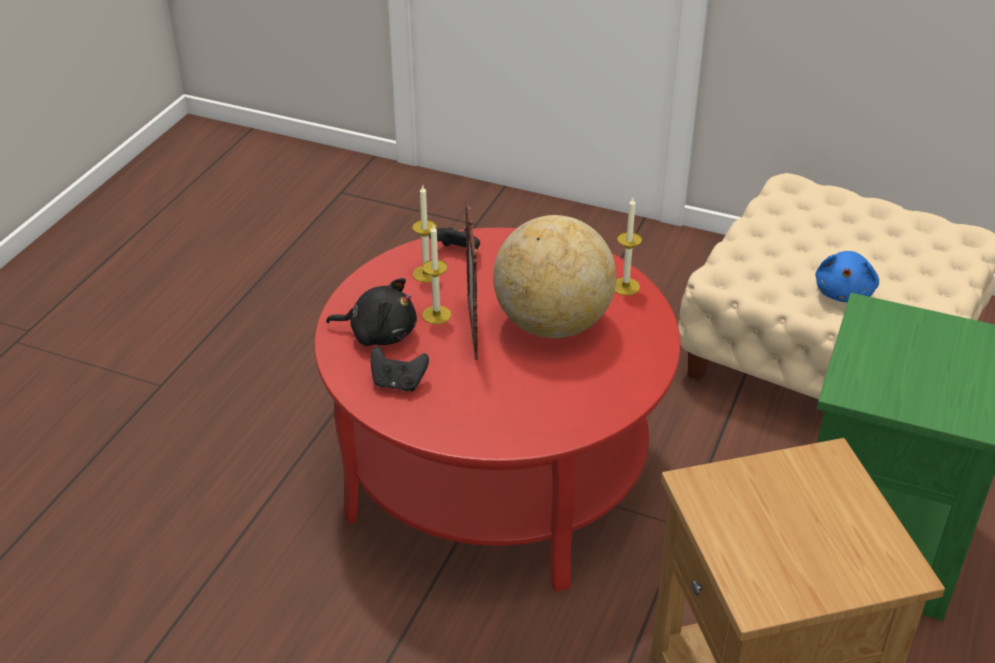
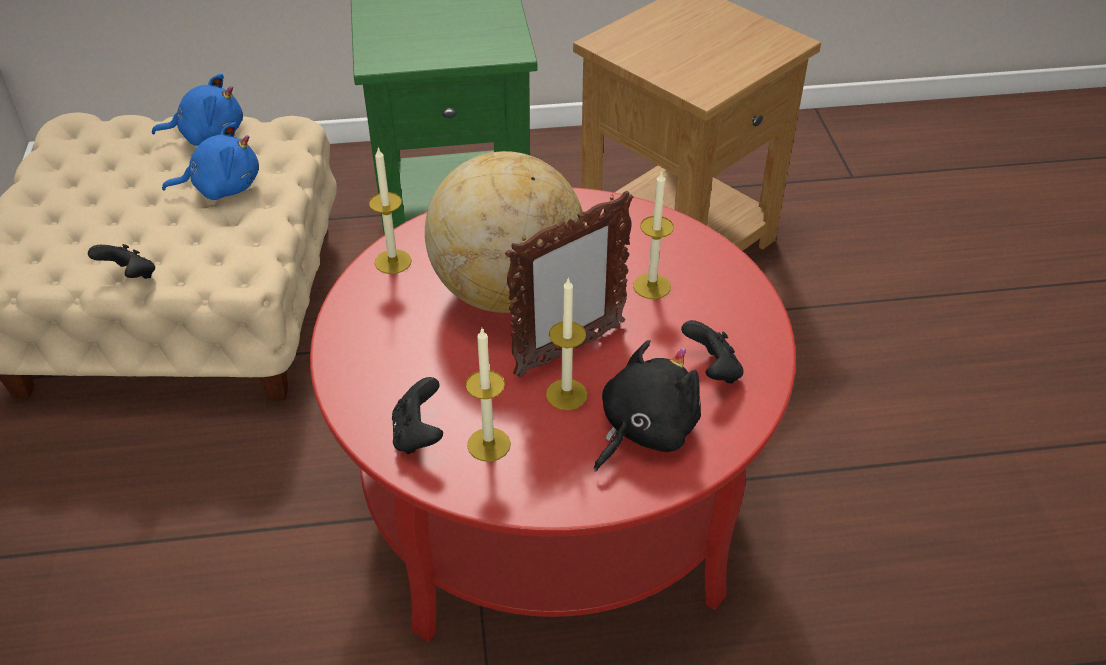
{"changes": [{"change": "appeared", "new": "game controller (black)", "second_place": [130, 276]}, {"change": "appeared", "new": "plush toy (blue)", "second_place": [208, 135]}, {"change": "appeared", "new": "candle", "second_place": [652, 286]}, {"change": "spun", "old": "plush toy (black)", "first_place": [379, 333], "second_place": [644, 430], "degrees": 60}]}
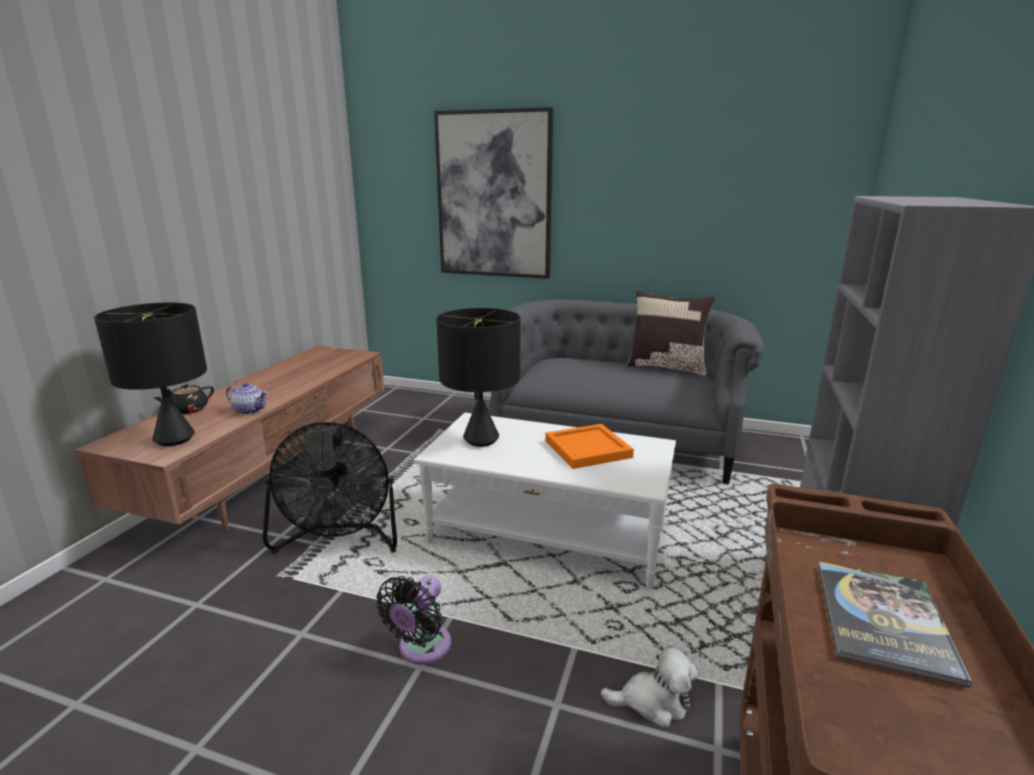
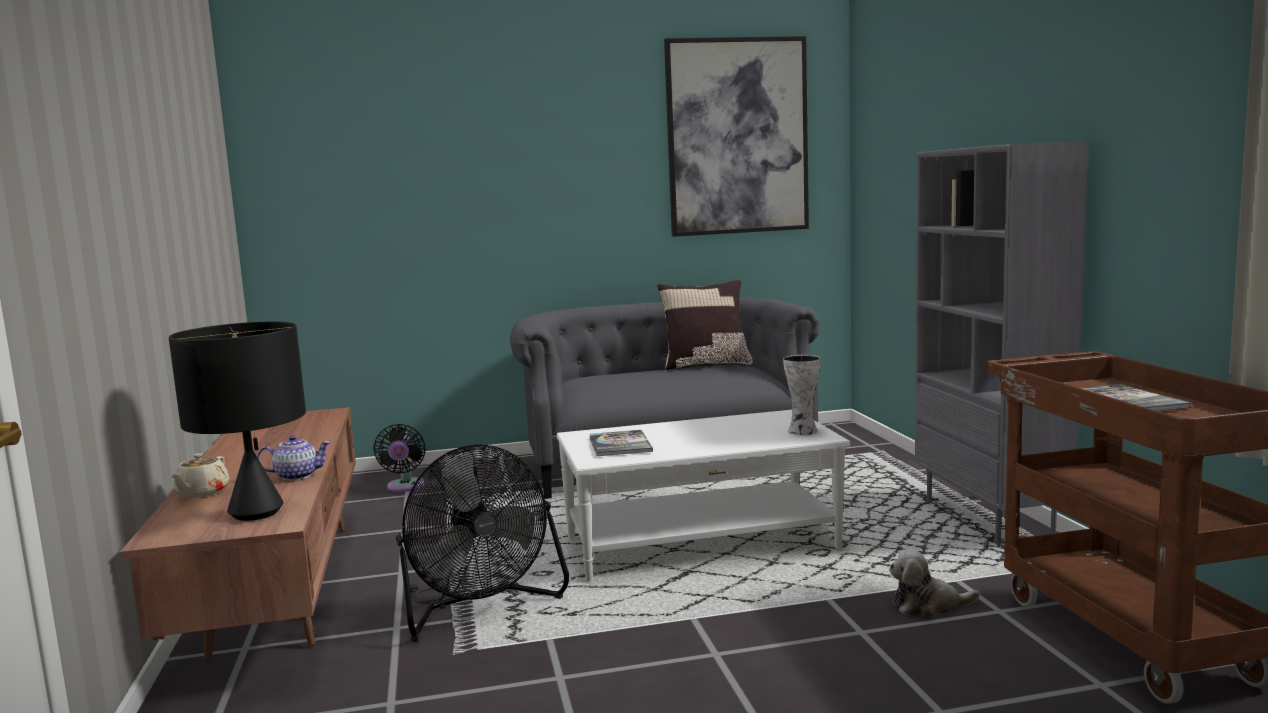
{"changes": [{"change": "missing", "old": "tray (orange)", "first_place": [589, 449]}, {"change": "appeared", "new": "vase", "second_place": [801, 431]}, {"change": "relocated", "old": "fan (black)", "first_place": [421, 649], "second_place": [405, 487]}, {"change": "relocated", "old": "picture", "first_place": [494, 195], "second_place": [737, 137]}, {"change": "exchanged", "old": "table lamp (black)", "new": "book", "first_place": [481, 440], "second_place": [620, 444]}, {"change": "colour", "old": "teapot (black)", "new": "teapot (beige)", "first_place": [188, 410], "second_place": [202, 493]}, {"change": "spun", "old": "plush toy", "first_place": [653, 702], "second_place": [928, 605], "degrees": -150}]}
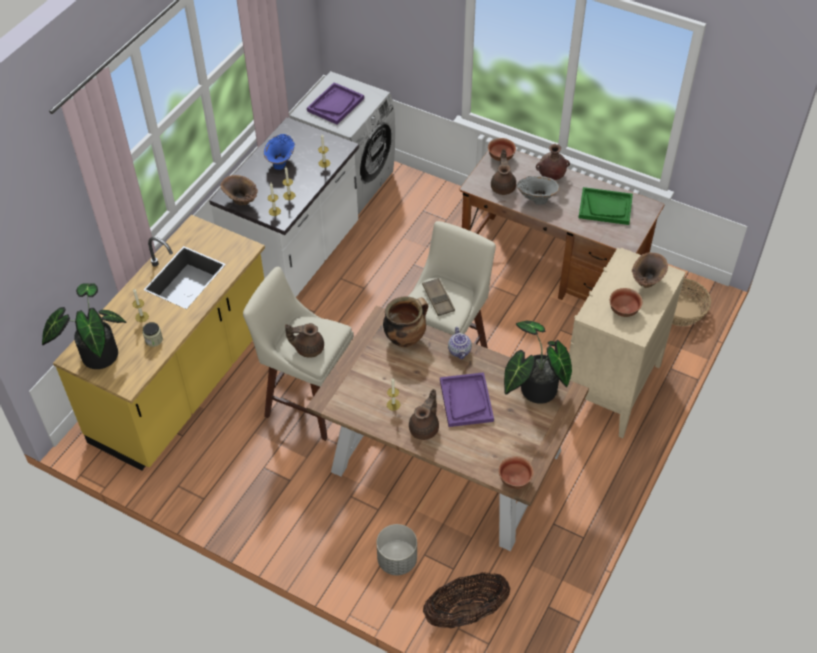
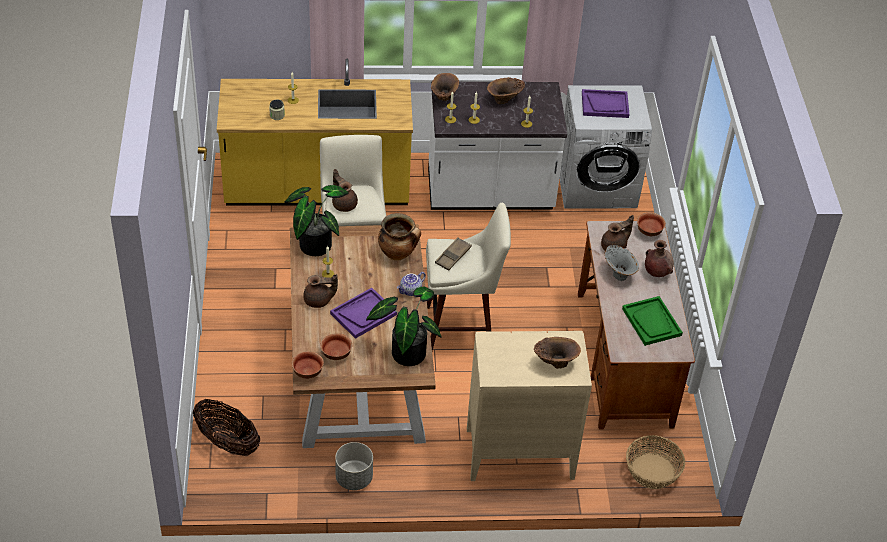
{"changes": [{"change": "relocated", "old": "potted plant", "first_place": [95, 354], "second_place": [314, 243]}, {"change": "relocated", "old": "planter (grey)", "first_place": [397, 560], "second_place": [354, 478]}, {"change": "relocated", "old": "bowl", "first_place": [624, 310], "second_place": [336, 355]}, {"change": "colour", "old": "vase (blue)", "new": "vase (brown)", "first_place": [281, 163], "second_place": [505, 101]}]}
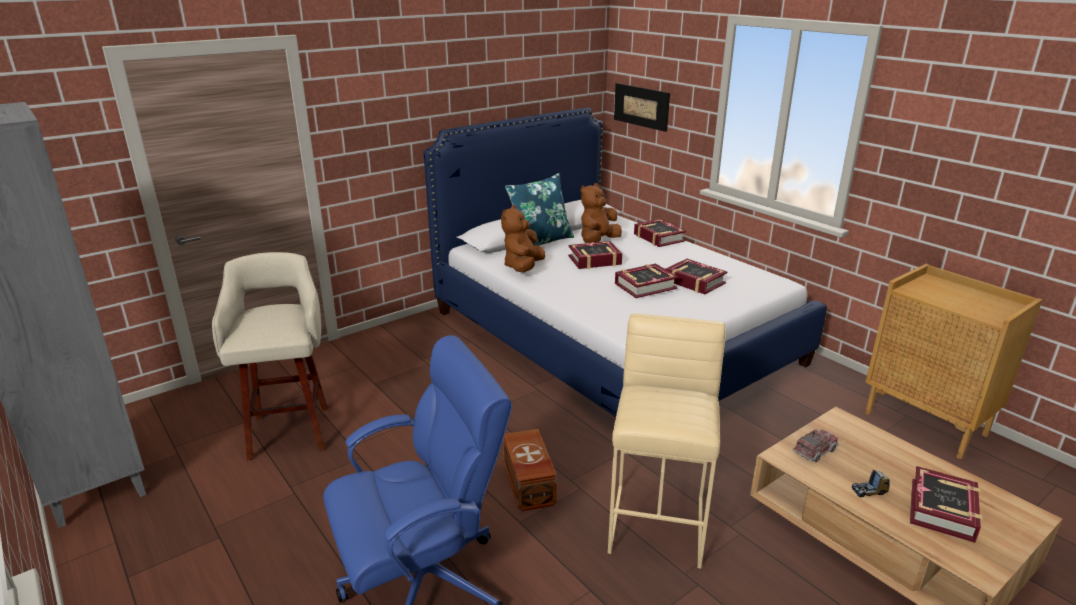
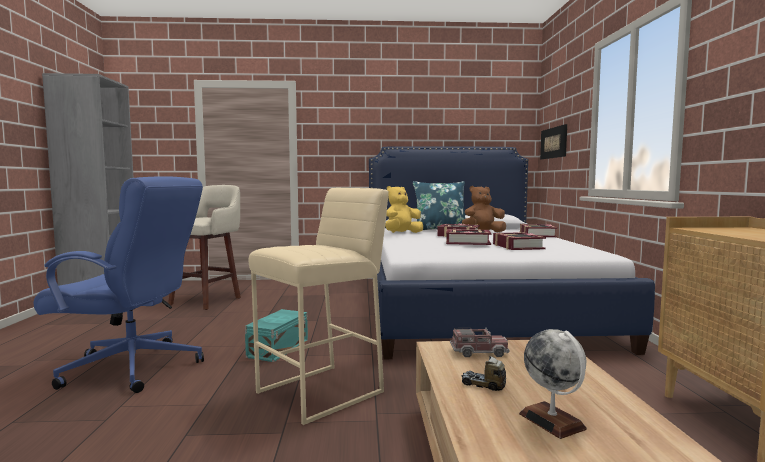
{"changes": [{"change": "exchanged", "old": "book", "new": "globe", "first_place": [943, 510], "second_place": [552, 421]}, {"change": "colour", "old": "plush toy (brown)", "new": "plush toy (yellow)", "first_place": [523, 267], "second_place": [402, 233]}, {"change": "colour", "old": "storage box (brown)", "new": "storage box (turquoise)", "first_place": [528, 484], "second_place": [277, 349]}]}
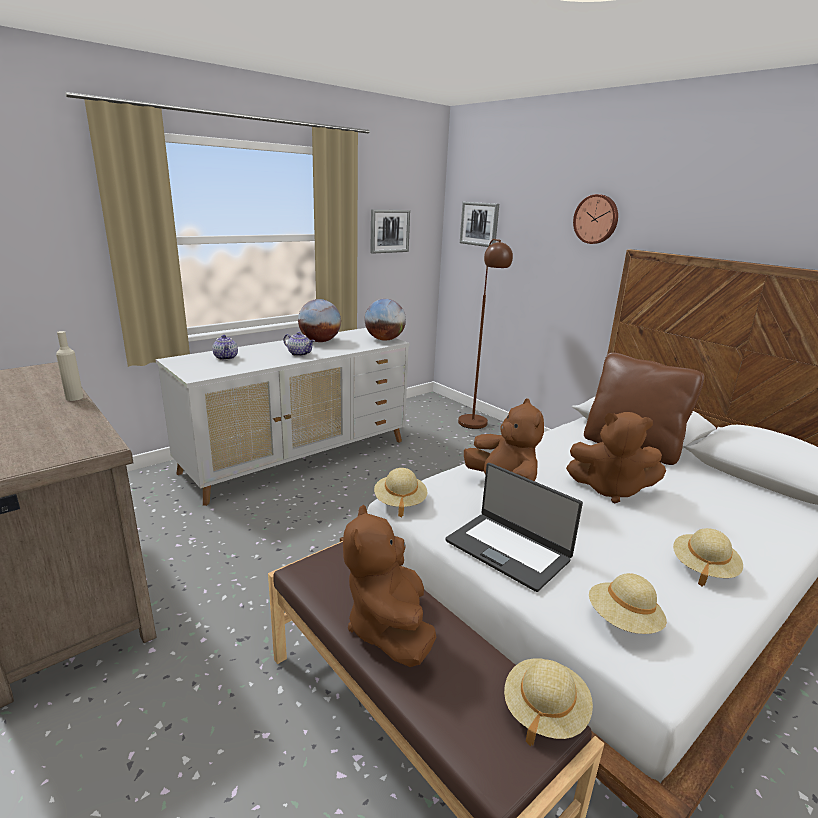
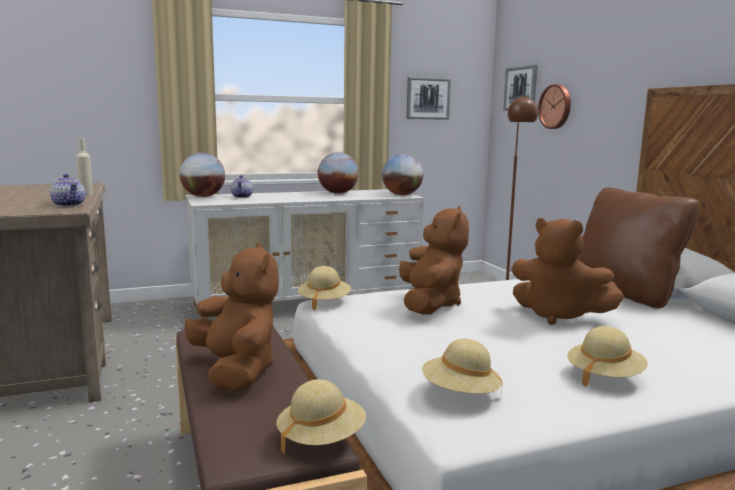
{"changes": [{"change": "missing", "old": "laptop", "first_place": [508, 550]}, {"change": "appeared", "new": "globe", "second_place": [203, 196]}, {"change": "relocated", "old": "teapot", "first_place": [300, 354], "second_place": [69, 205]}, {"change": "relocated", "old": "wall clock", "first_place": [596, 219], "second_place": [556, 107]}, {"change": "spun", "old": "plush toy (brown)", "first_place": [389, 628], "second_place": [236, 371], "degrees": 135}]}
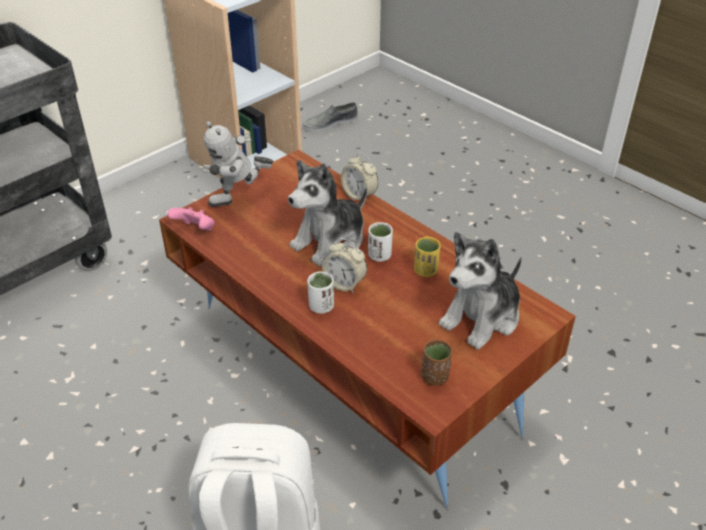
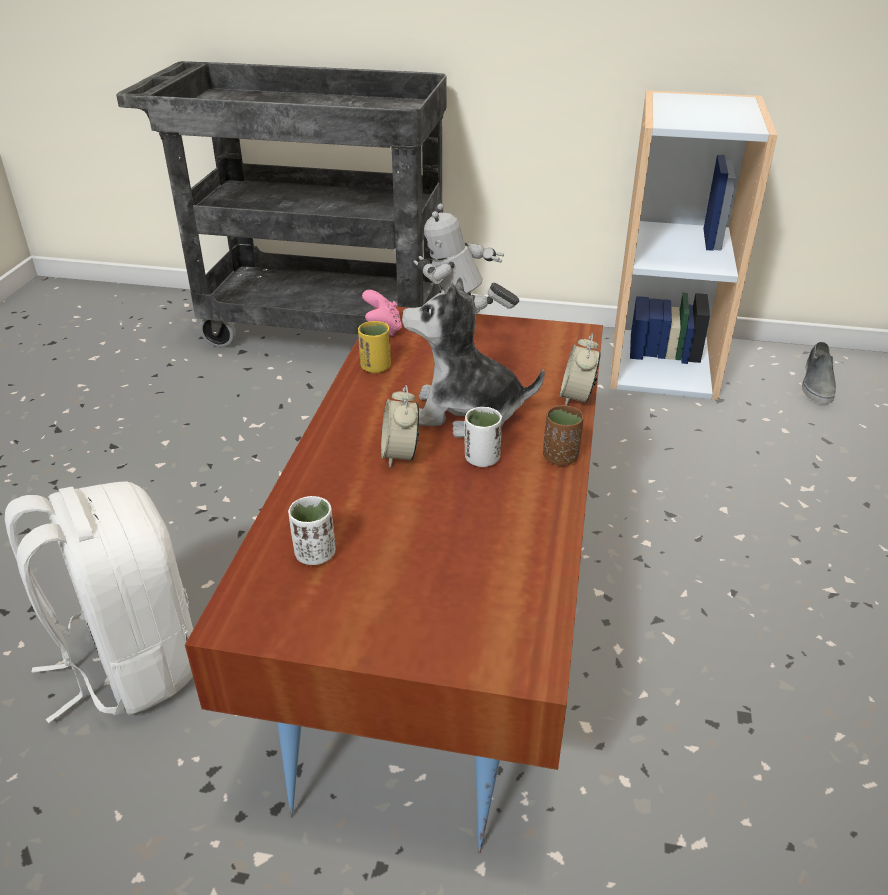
{"changes": [{"change": "missing", "old": "plush toy", "first_place": [482, 317]}, {"change": "relocated", "old": "cup (white)", "first_place": [321, 306], "second_place": [315, 554]}, {"change": "relocated", "old": "cup (yellow)", "first_place": [425, 271], "second_place": [375, 367]}, {"change": "relocated", "old": "cup (brown)", "first_place": [434, 377], "second_place": [560, 457]}, {"change": "spun", "old": "shoe (grey)", "first_place": [330, 123], "second_place": [817, 383], "degrees": -105}]}
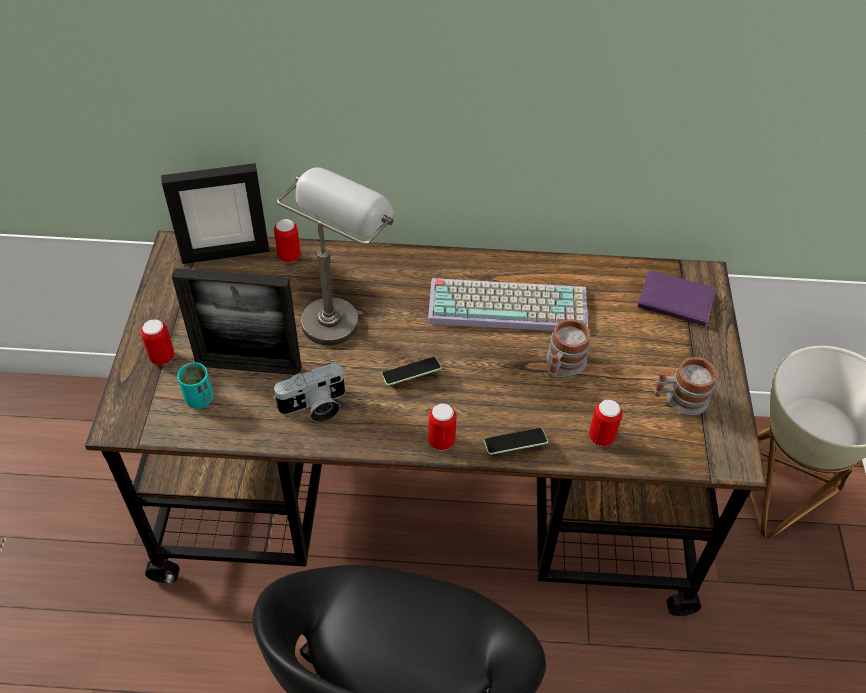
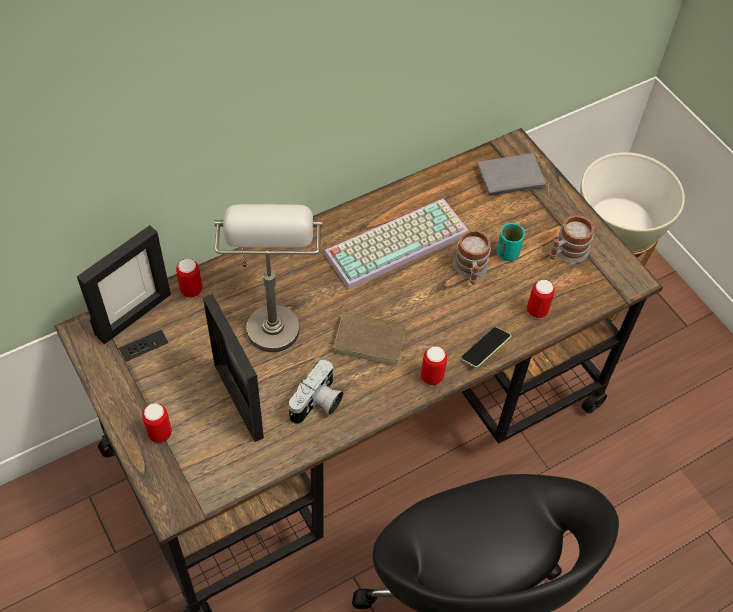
{"changes": [{"change": "relocated", "old": "cup (turquoise)", "first_place": [199, 399], "second_place": [507, 253]}, {"change": "exchanged", "old": "phone", "new": "book (brown)", "first_place": [411, 376], "second_place": [370, 338]}, {"change": "colour", "old": "book (purple)", "new": "book (grey)", "first_place": [674, 303], "second_place": [511, 179]}, {"change": "spun", "old": "picture frame", "first_place": [249, 366], "second_place": [238, 401], "degrees": 90}]}
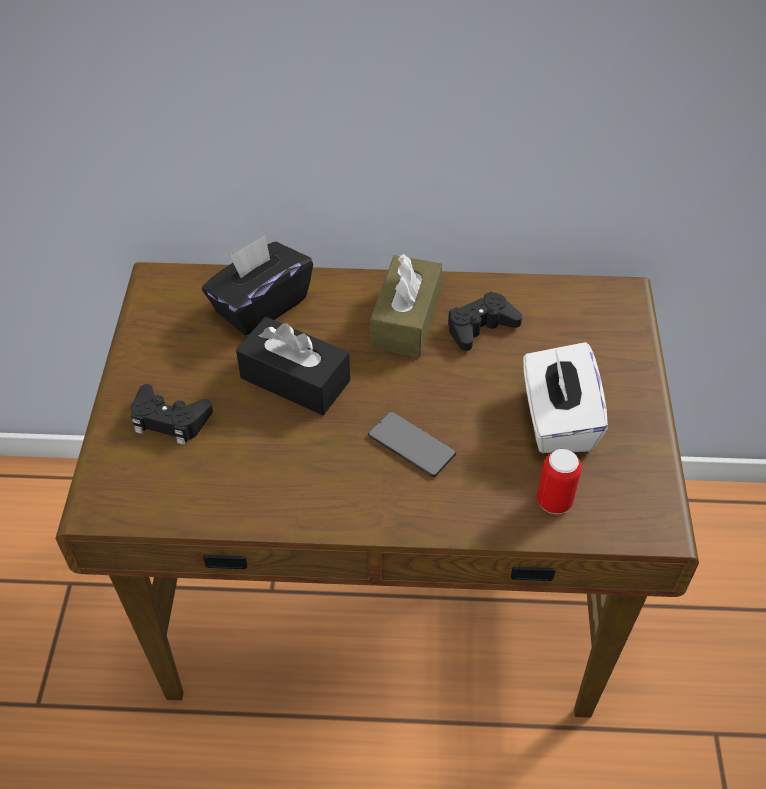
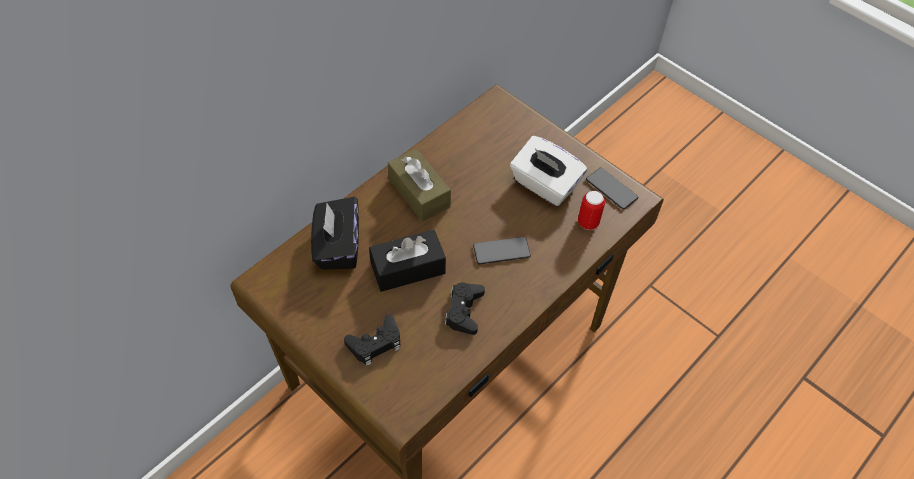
{"changes": [{"change": "appeared", "new": "phone", "second_place": [611, 189]}, {"change": "relocated", "old": "game controller (black)", "first_place": [480, 327], "second_place": [464, 311]}]}
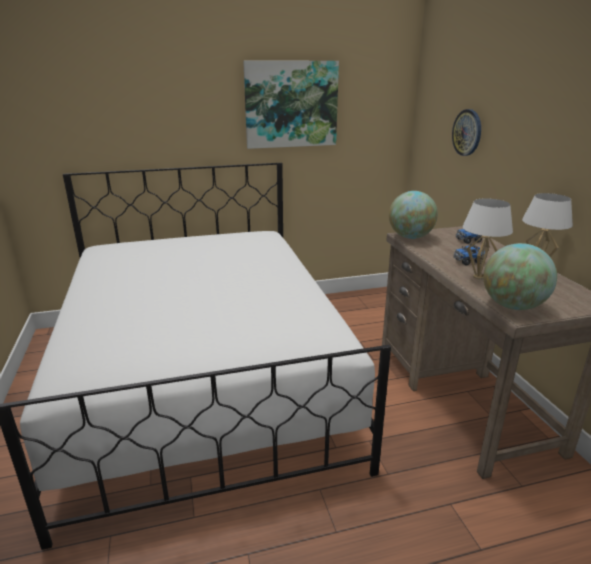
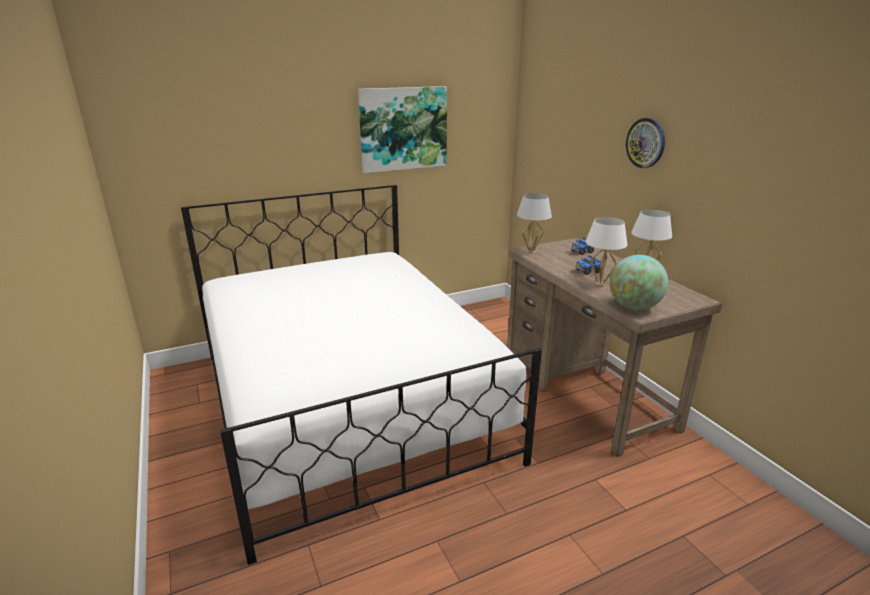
{"changes": [{"change": "relocated", "old": "wall clock", "first_place": [467, 132], "second_place": [646, 143]}, {"change": "exchanged", "old": "globe", "new": "table lamp (white)", "first_place": [410, 237], "second_place": [531, 252]}]}
